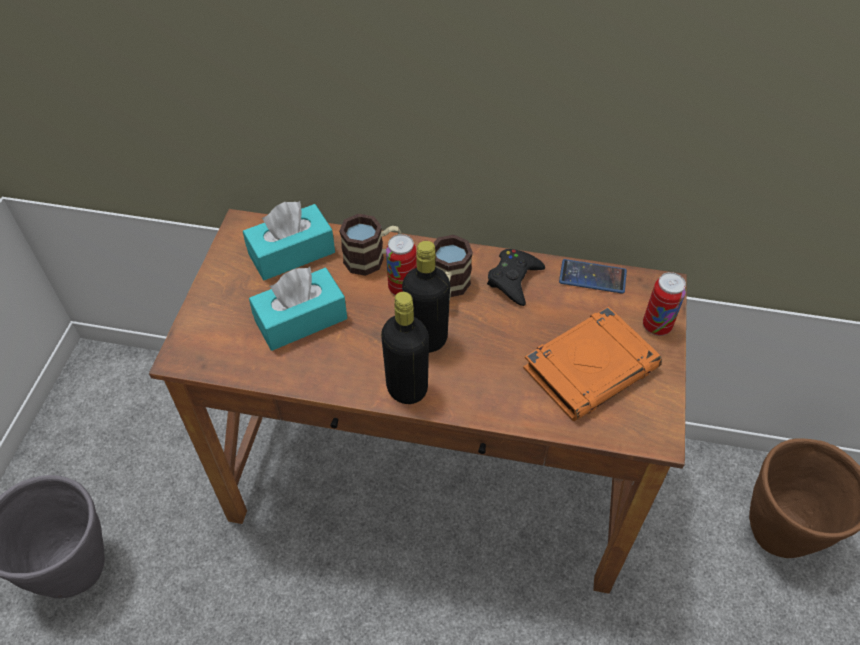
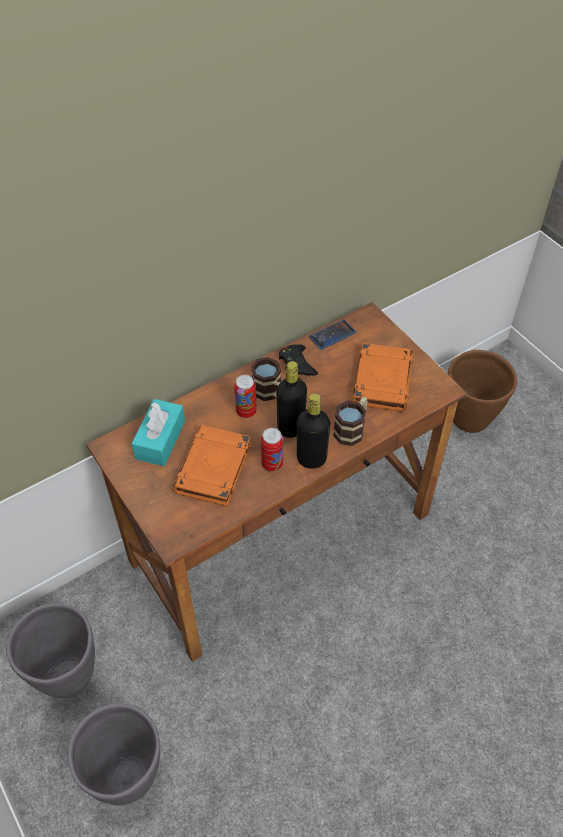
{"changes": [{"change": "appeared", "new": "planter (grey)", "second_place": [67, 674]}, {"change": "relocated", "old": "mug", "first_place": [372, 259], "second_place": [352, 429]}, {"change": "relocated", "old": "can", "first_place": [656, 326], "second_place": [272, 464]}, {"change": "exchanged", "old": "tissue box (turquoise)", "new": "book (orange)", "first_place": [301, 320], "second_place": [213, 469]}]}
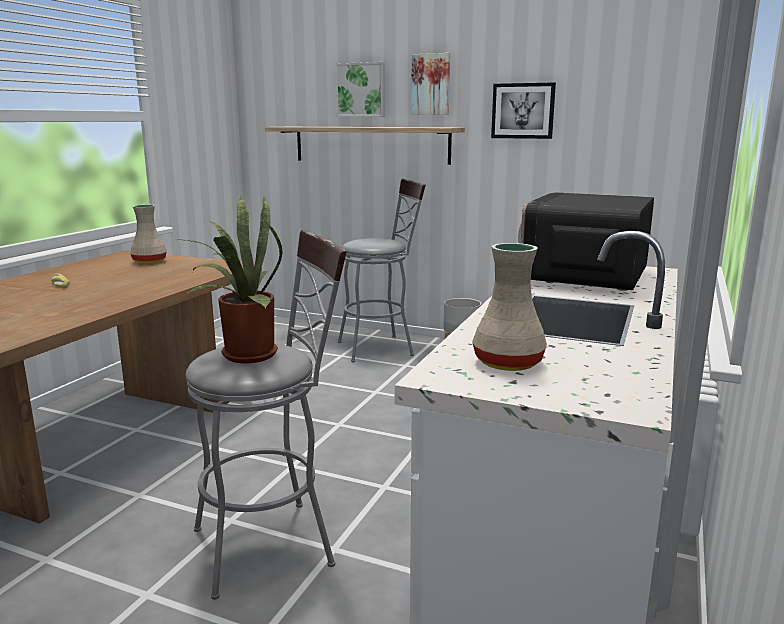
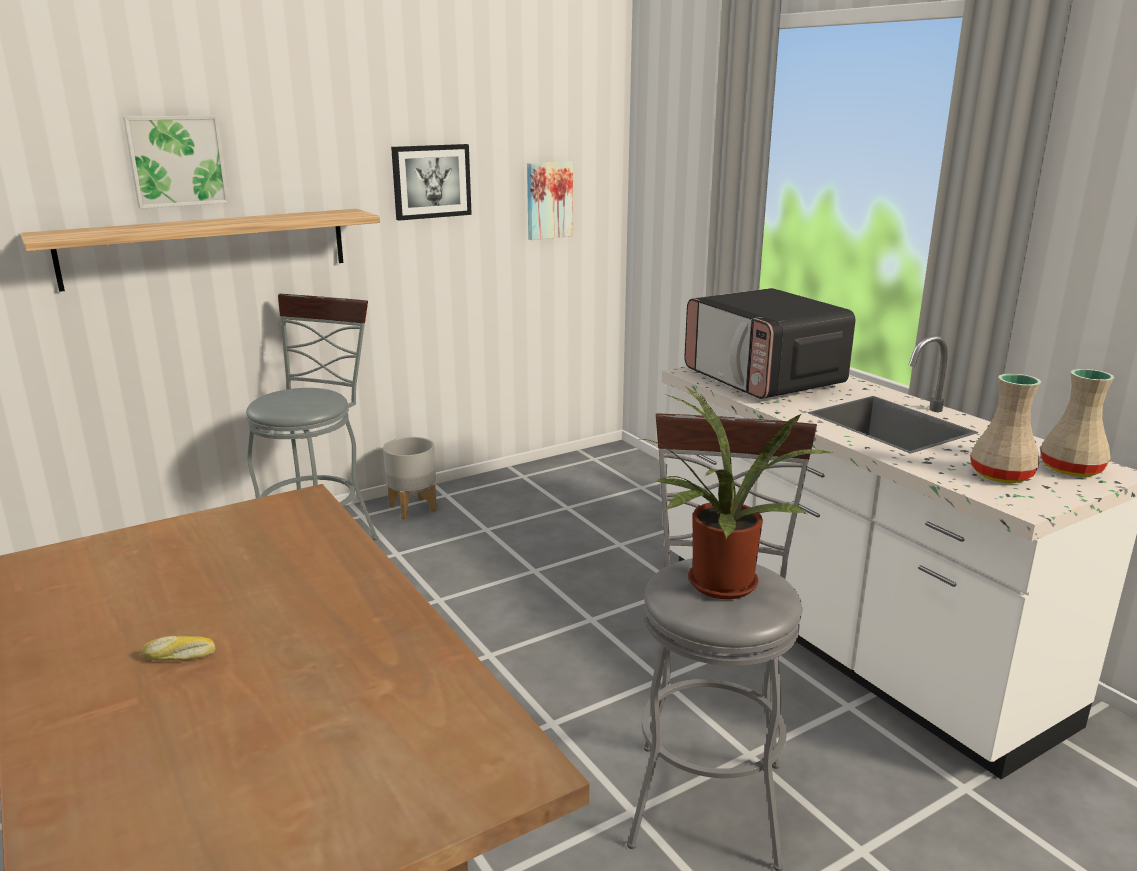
{"changes": [{"change": "relocated", "old": "vase (beige)", "first_place": [149, 262], "second_place": [1072, 470]}, {"change": "relocated", "old": "picture", "first_place": [431, 84], "second_place": [548, 200]}]}
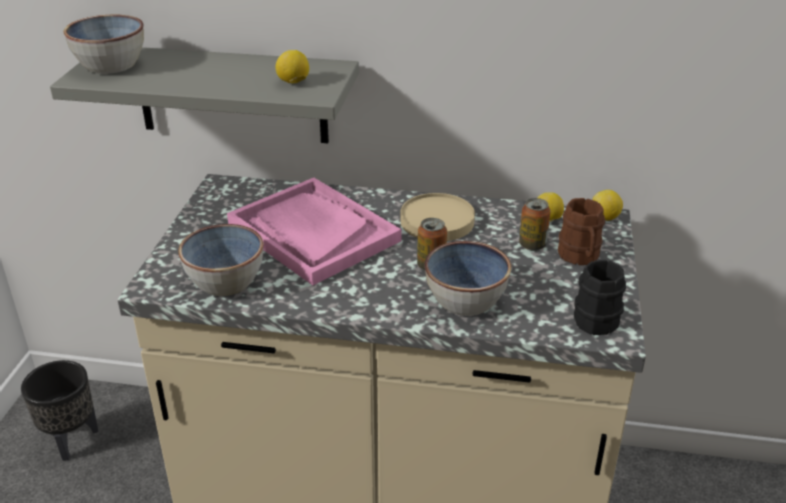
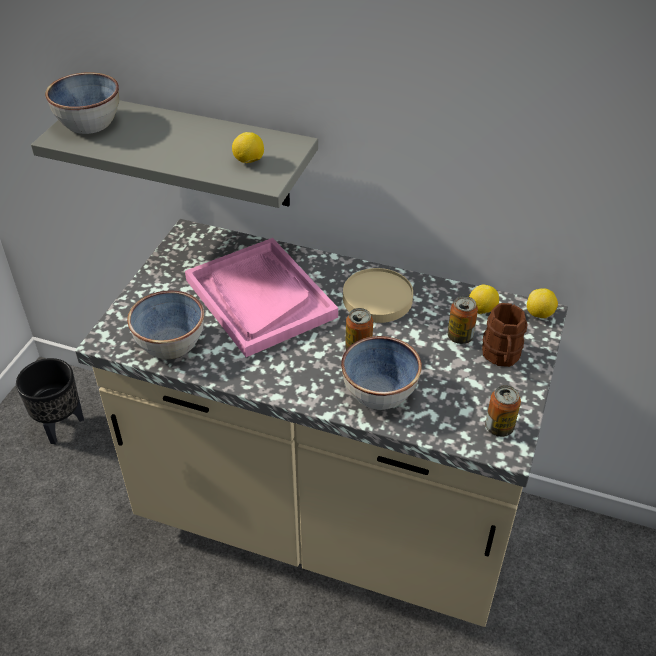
{"changes": [{"change": "exchanged", "old": "mug (black)", "new": "can", "first_place": [600, 317], "second_place": [499, 427]}]}
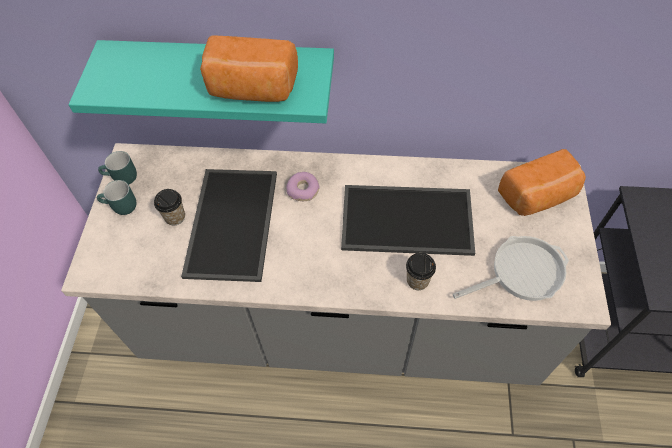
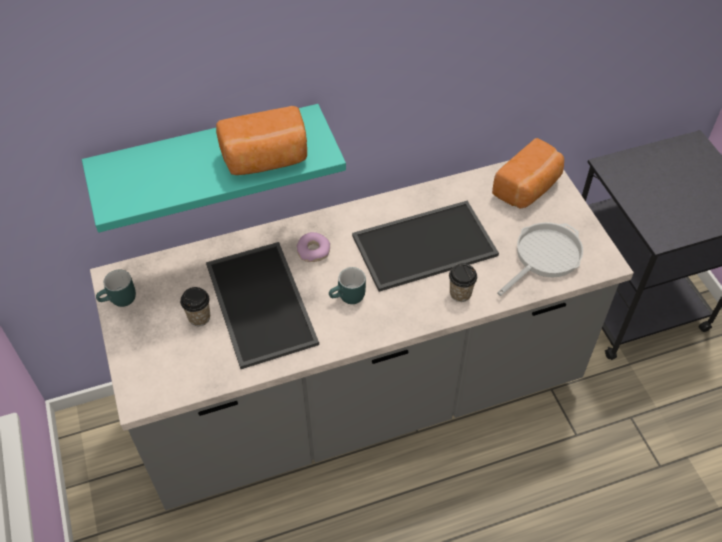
{"changes": [{"change": "relocated", "old": "mug (turquoise)", "first_place": [121, 208], "second_place": [348, 298]}]}
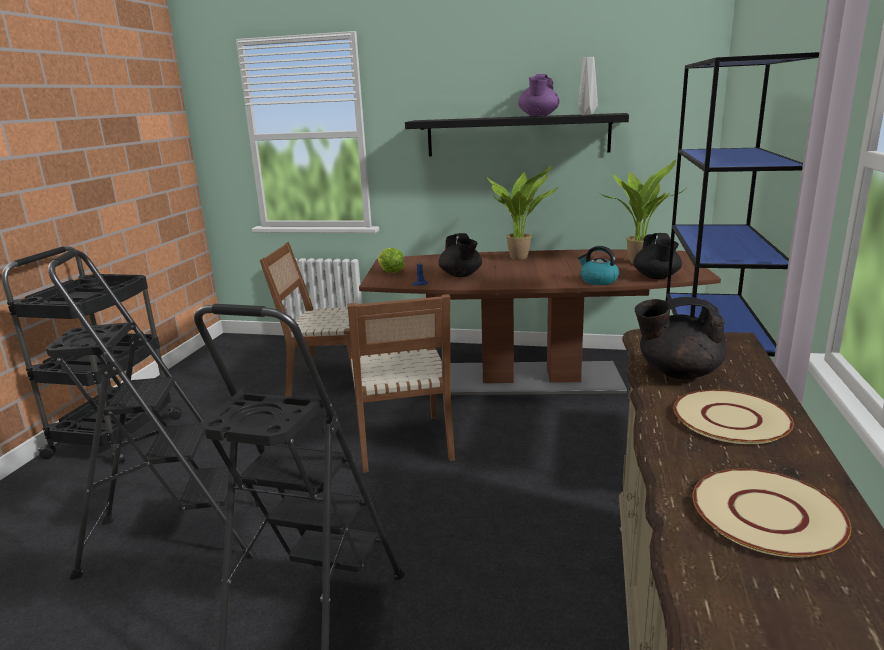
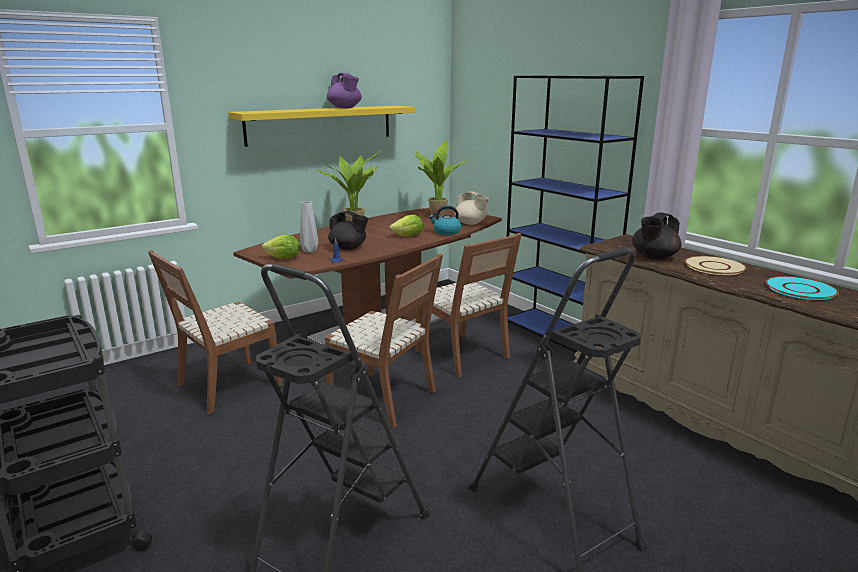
{"changes": [{"change": "appeared", "new": "lettuce", "second_place": [408, 236]}, {"change": "appeared", "new": "chair", "second_place": [464, 356]}, {"change": "relocated", "old": "vase (grey)", "first_place": [587, 114], "second_place": [310, 251]}, {"change": "colour", "old": "shelf (black)", "new": "shelf (yellow)", "first_place": [517, 135], "second_place": [320, 124]}, {"change": "colour", "old": "teapot (black)", "new": "teapot (beige)", "first_place": [656, 277], "second_place": [471, 223]}, {"change": "colour", "old": "plate (beige)", "new": "plate (turquoise)", "first_place": [766, 513], "second_place": [800, 289]}]}
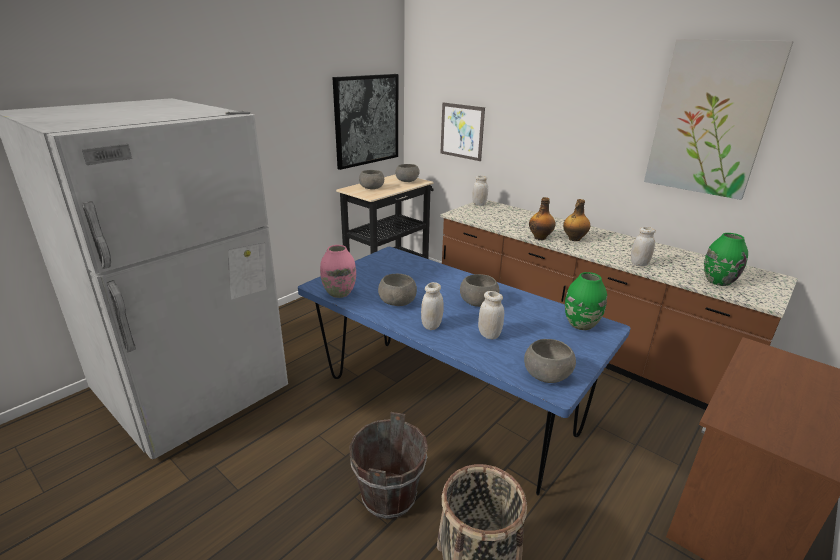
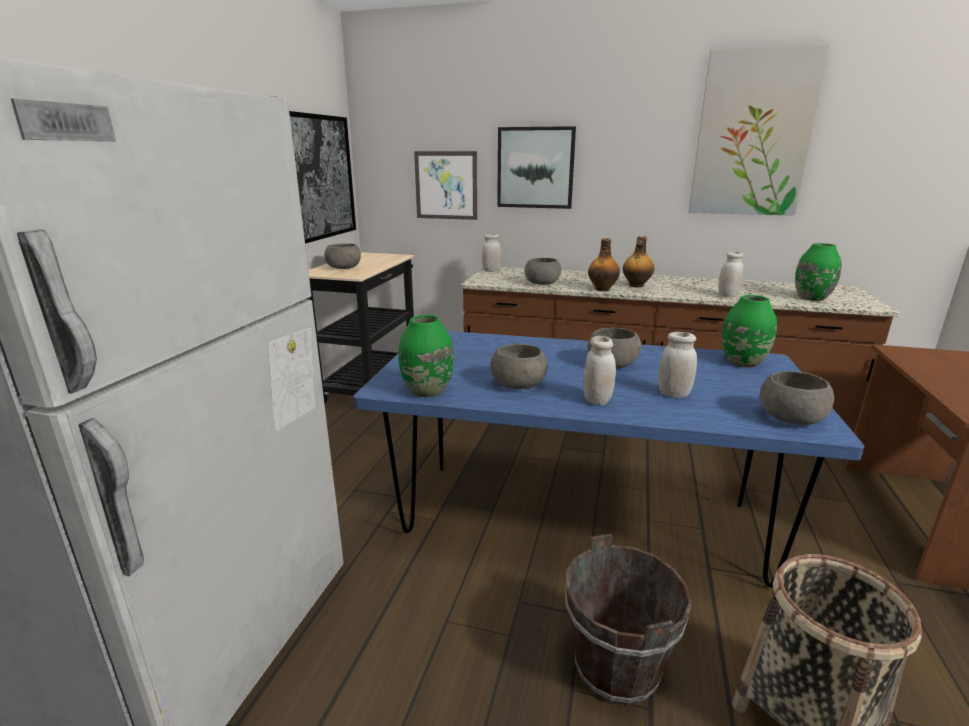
{"changes": [{"change": "appeared", "new": "picture", "second_place": [535, 168]}, {"change": "relocated", "old": "bowl (grey)", "first_place": [407, 181], "second_place": [542, 283]}, {"change": "colour", "old": "vase (pink)", "new": "vase (green)", "first_place": [339, 293], "second_place": [427, 391]}]}
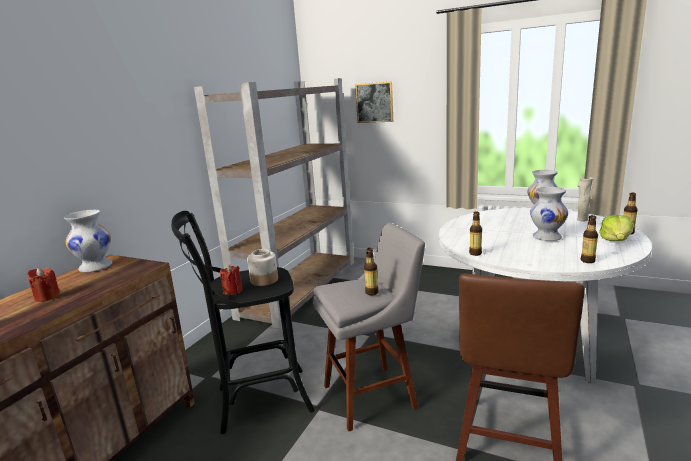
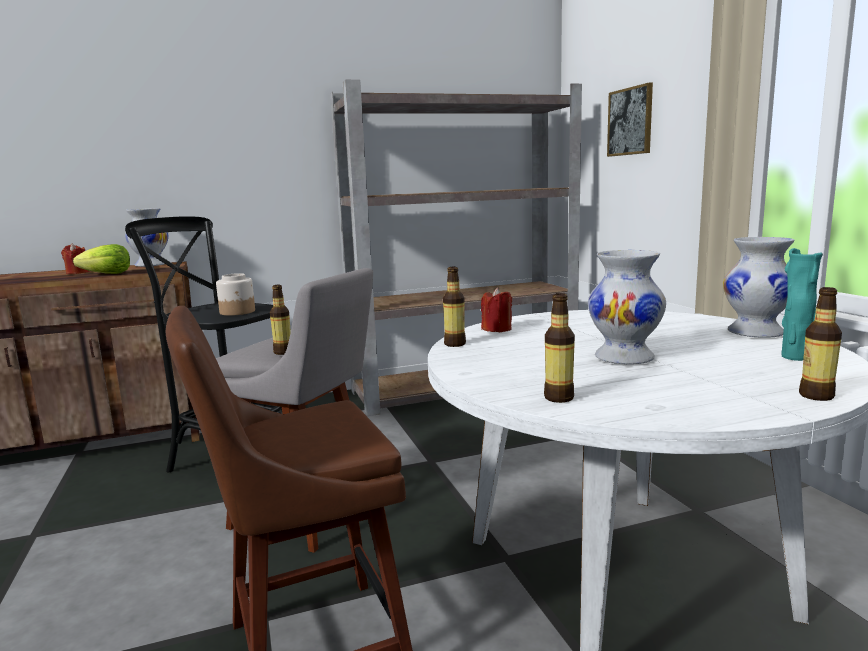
{"changes": [{"change": "relocated", "old": "candle (red)", "first_place": [233, 291], "second_place": [497, 329]}, {"change": "relocated", "old": "lettuce", "first_place": [615, 240], "second_place": [107, 274]}, {"change": "colour", "old": "vase (beige)", "new": "vase (turquoise)", "first_place": [582, 220], "second_place": [796, 357]}]}
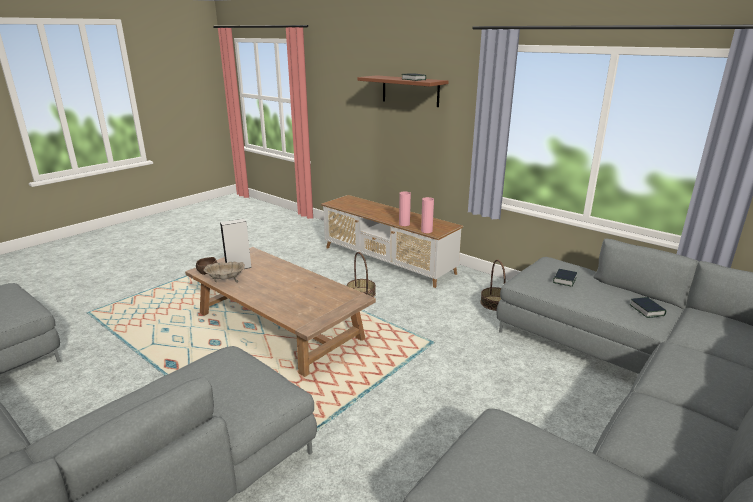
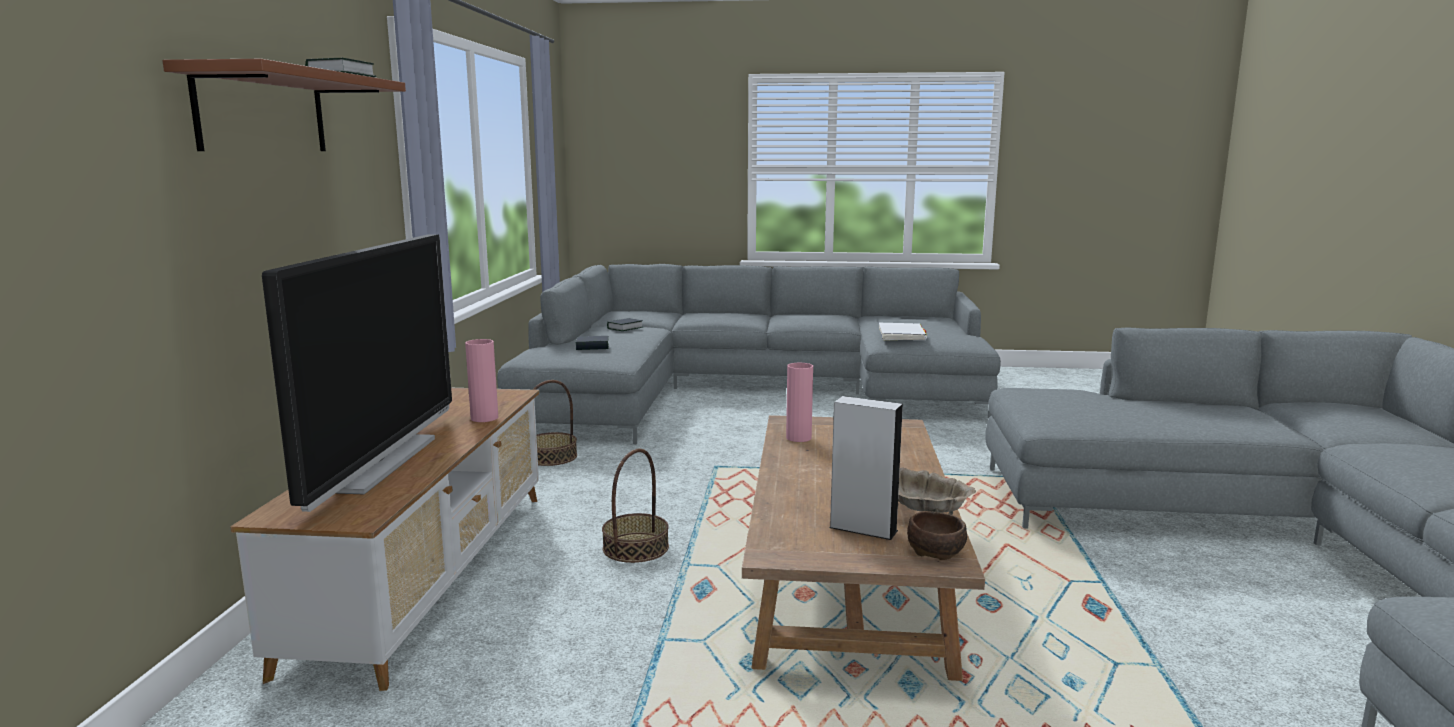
{"changes": [{"change": "appeared", "new": "television", "second_place": [378, 463]}, {"change": "appeared", "new": "book (white)", "second_place": [901, 335]}, {"change": "relocated", "old": "vase (pink)", "first_place": [426, 231], "second_place": [798, 438]}]}
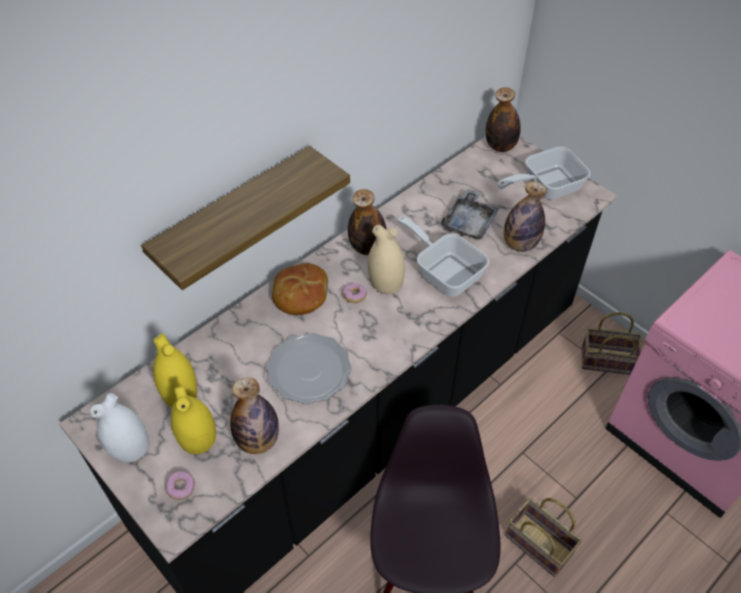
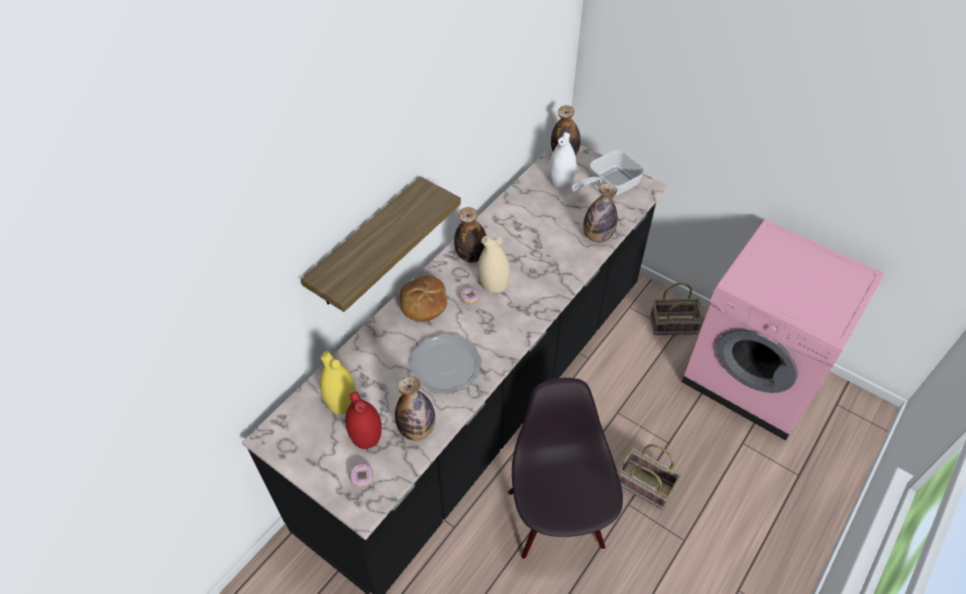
{"changes": [{"change": "missing", "old": "frying pan", "first_place": [444, 272]}, {"change": "missing", "old": "tray (grey)", "first_place": [469, 222]}, {"change": "relocated", "old": "vase (white)", "first_place": [130, 448], "second_place": [561, 181]}, {"change": "colour", "old": "vase (yellow)", "new": "vase (red)", "first_place": [198, 440], "second_place": [366, 436]}]}
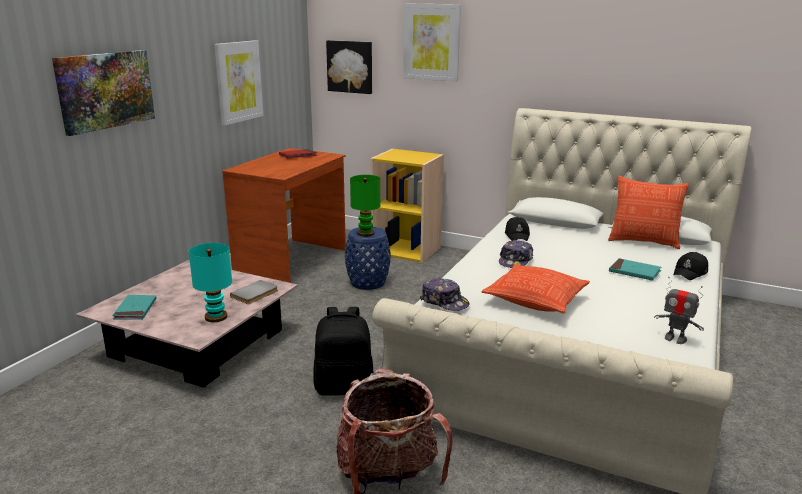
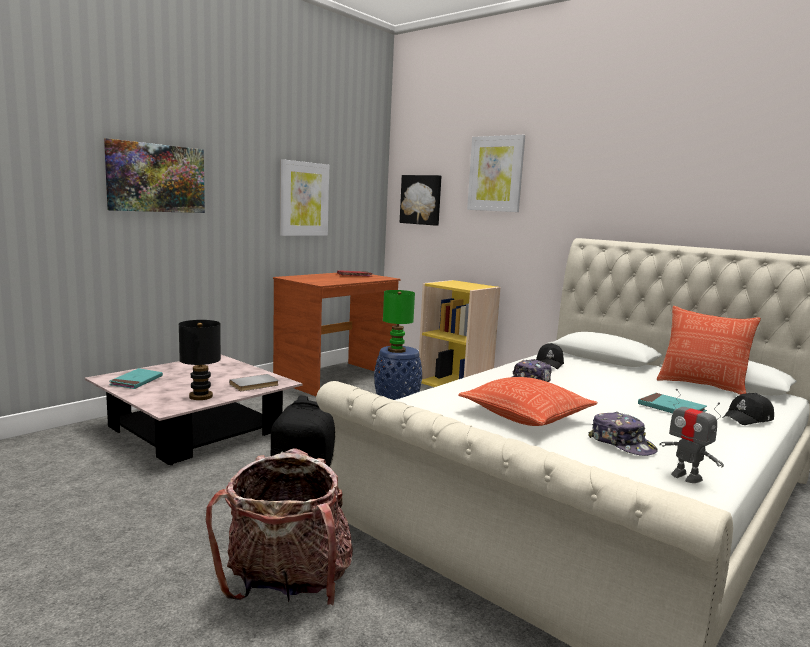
{"changes": [{"change": "relocated", "old": "cap", "first_place": [444, 302], "second_place": [622, 444]}, {"change": "colour", "old": "table lamp (turquoise)", "new": "table lamp (black)", "first_place": [215, 317], "second_place": [200, 396]}]}
